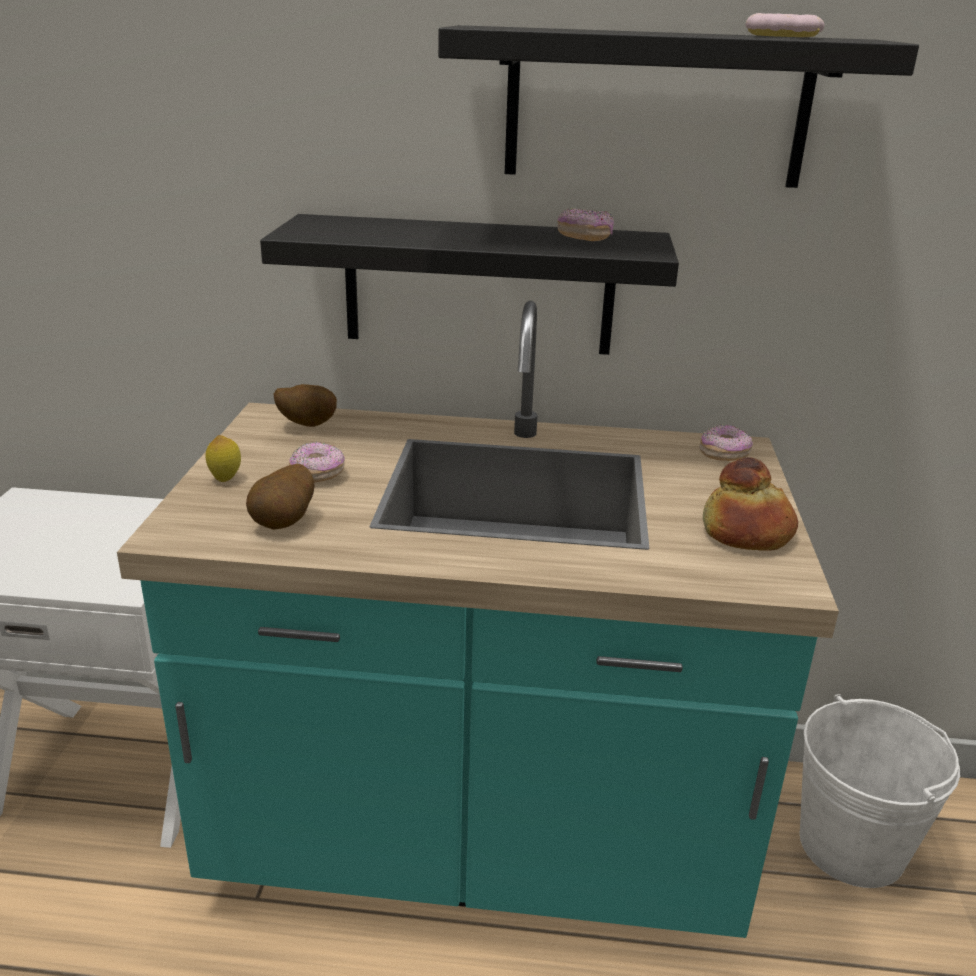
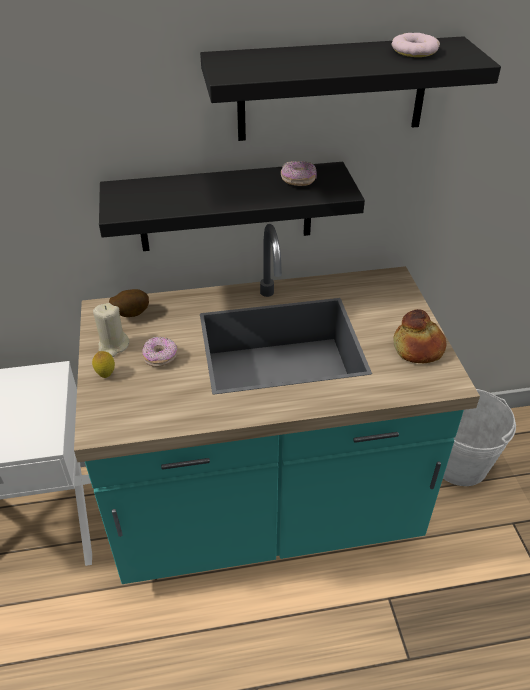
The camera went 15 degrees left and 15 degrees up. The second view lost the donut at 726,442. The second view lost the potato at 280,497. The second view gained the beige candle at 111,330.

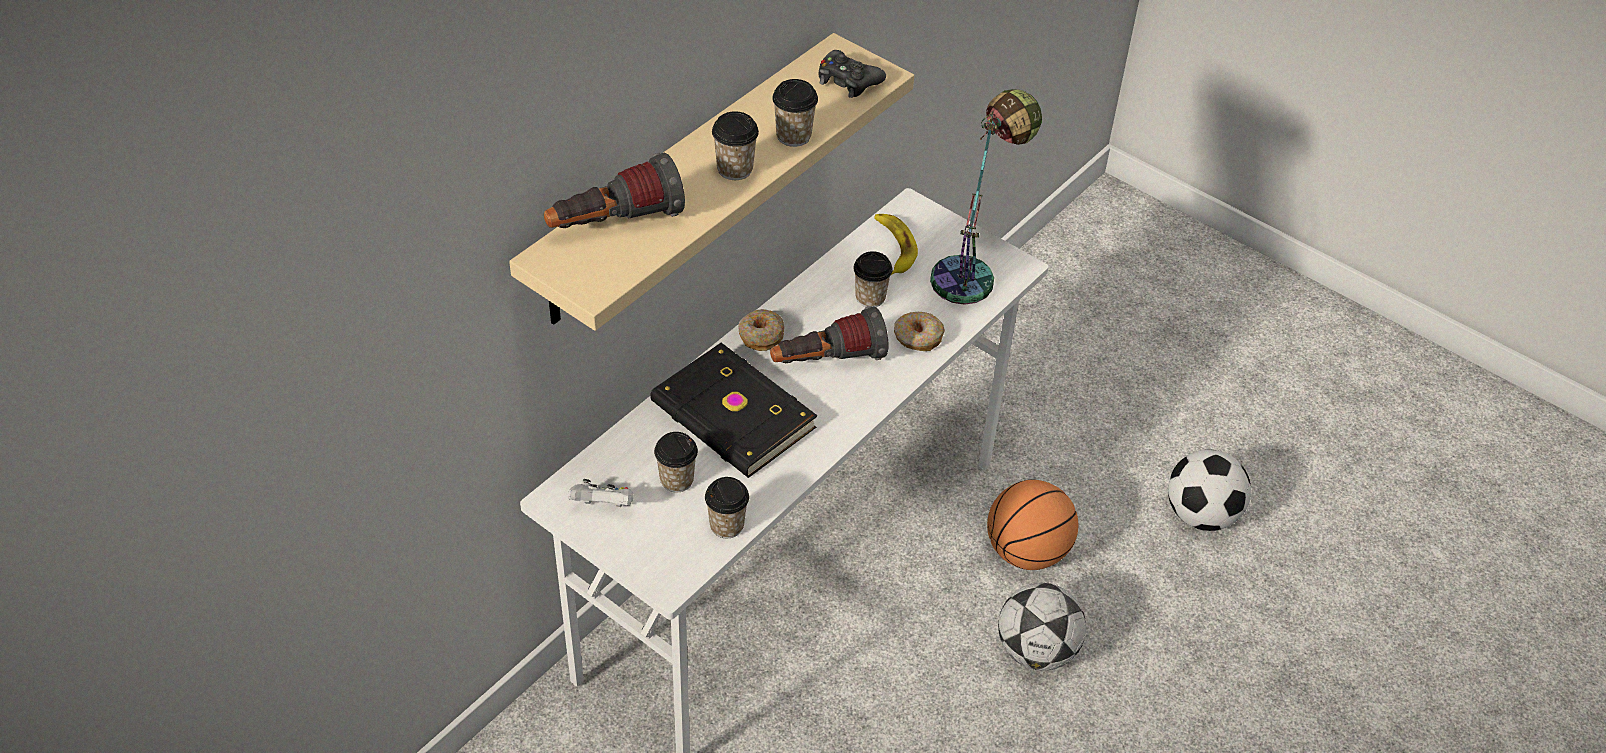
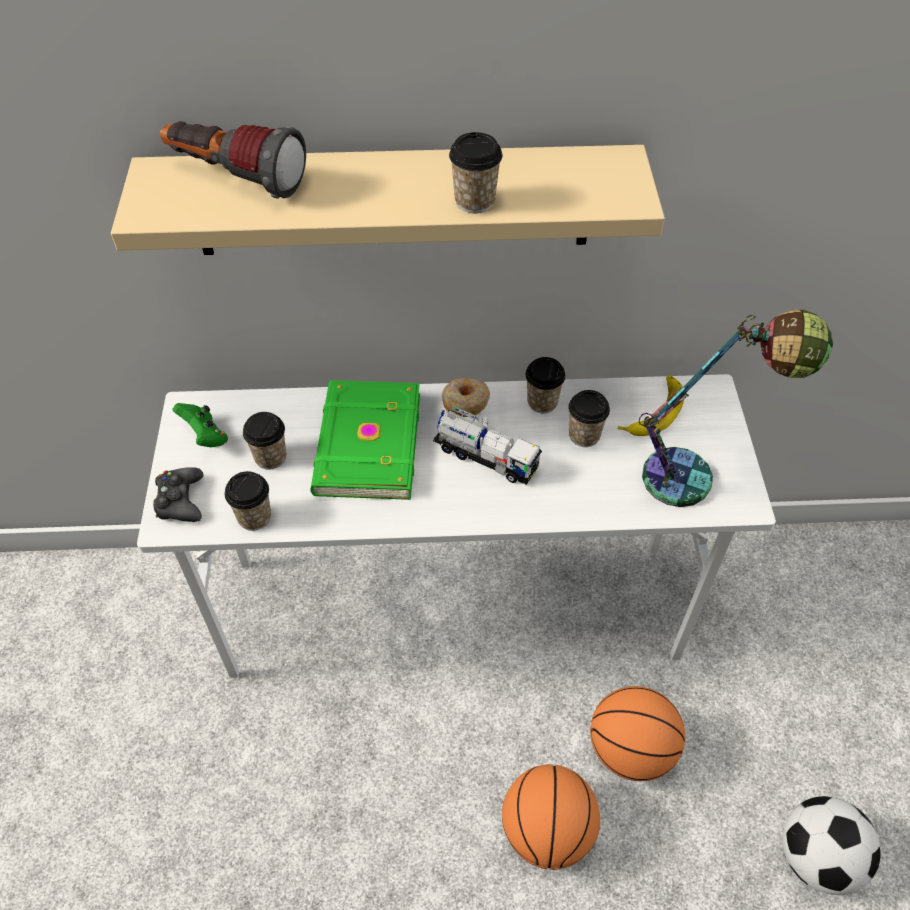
The camera went 50 degrees right and 5 degrees up. The black game controller ended up elsewhere, having gone from 852,74 to 178,494. The cup ended up elsewhere, having gone from 735,145 to 545,385. Where the flashlight stood at 829,334, the toy truck came to stand at 487,445. The second view lost the donut at 919,331. What was the black book at 733,410 turned into the green book at 365,440. What was the white game controller at 600,493 turned into the green game controller at 200,425. Where the football stood at 1042,627, the basketball came to stand at 551,817.

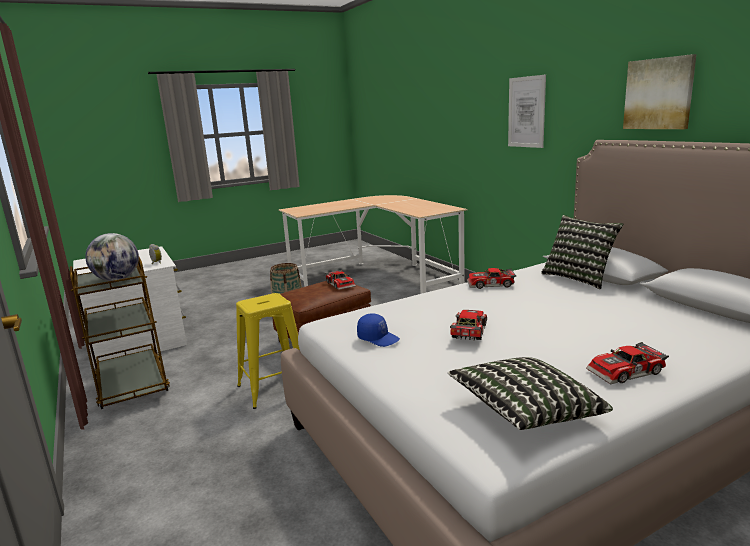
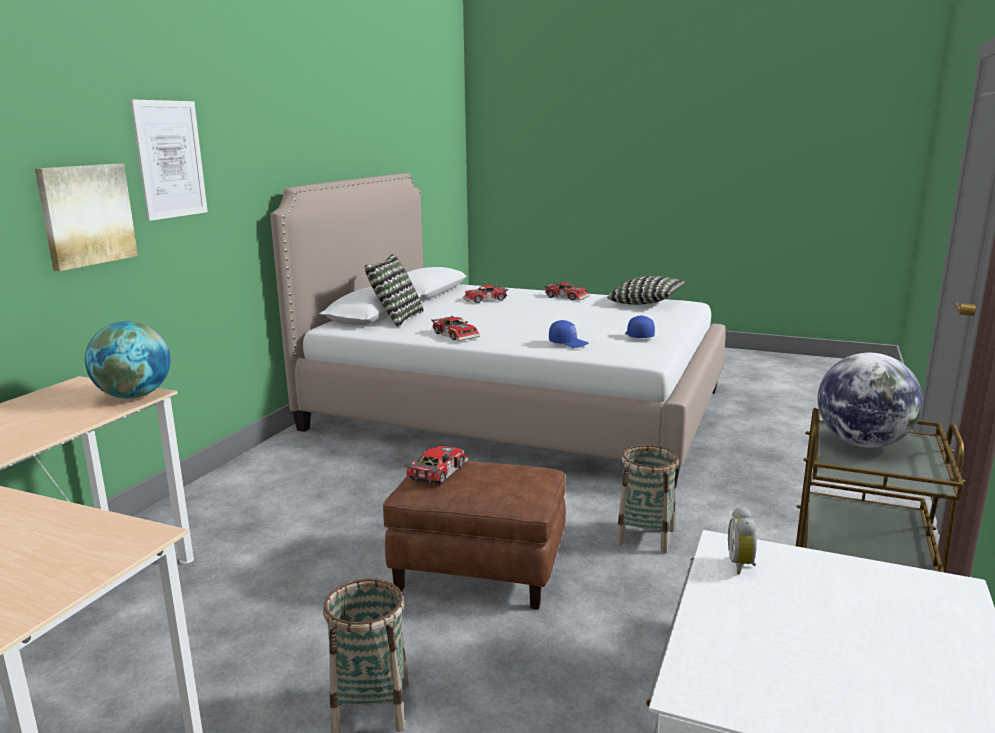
The camera went 130 degrees left and 0 degrees up. The picture ended up elsewhere, having gone from 659,91 to 86,217. Where the yellow stool stood at 268,351, the basket came to stand at 647,499. The toy car ended up elsewhere, having gone from 468,325 to 486,294. The second view gained the blue cap at 569,334. The second view gained the globe at 128,359.

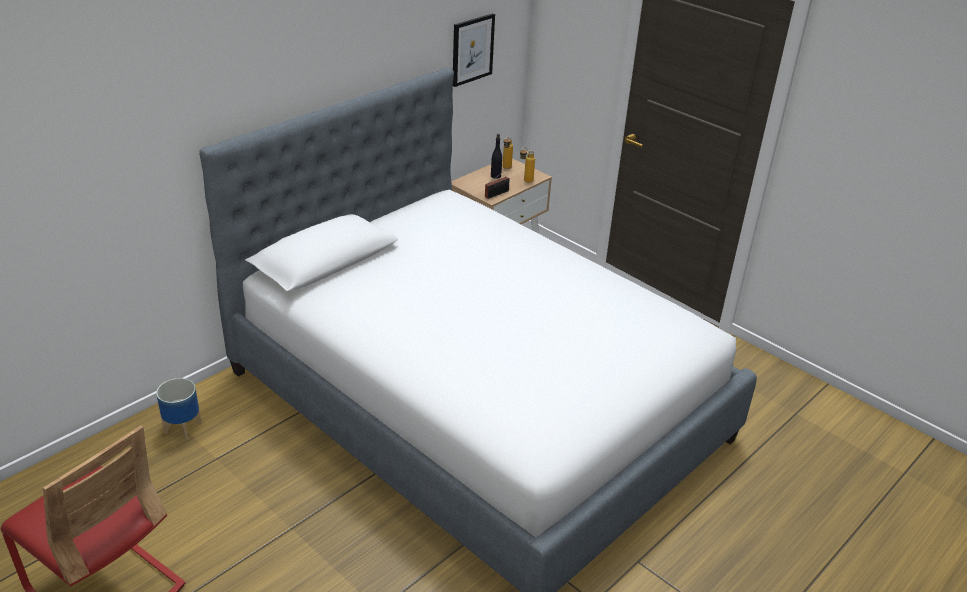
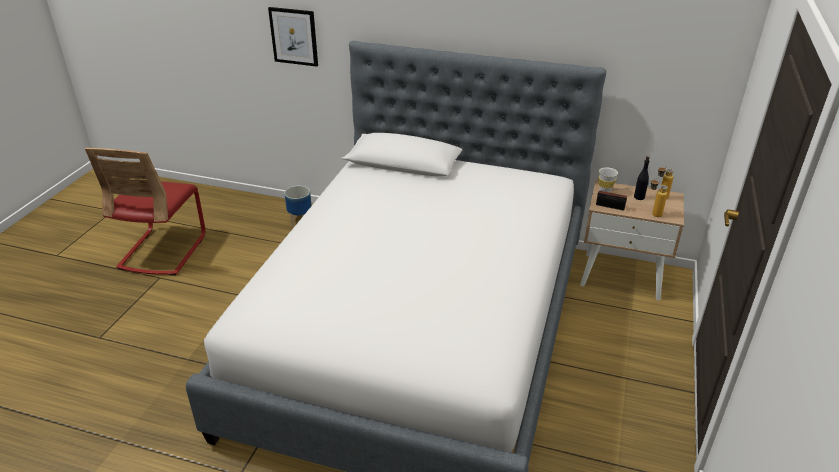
The camera went 65 degrees right and 0 degrees up. The picture ended up elsewhere, having gone from 474,50 to 293,37. The second view gained the white cup at 608,180.

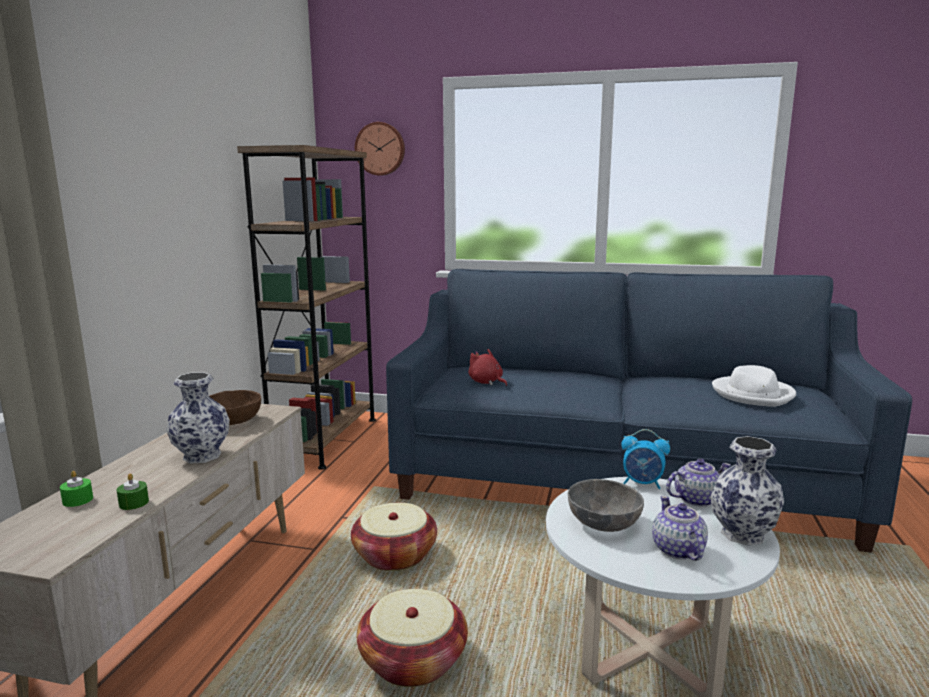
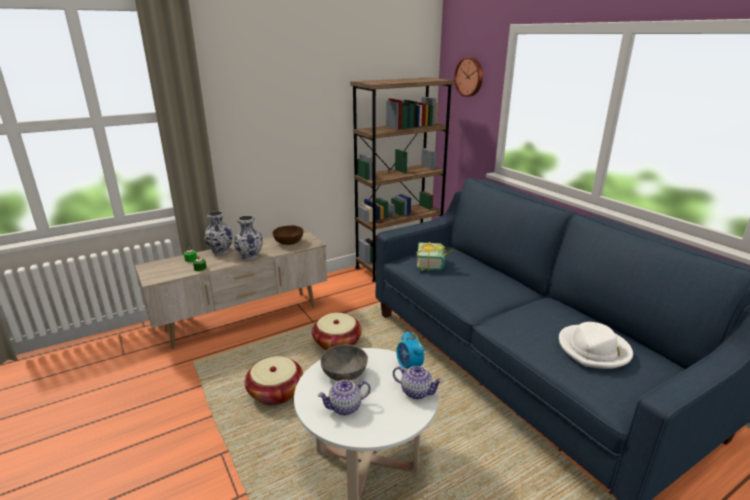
The camera went 45 degrees right and 10 degrees up. Where the red plush toy stood at 487,367, the book came to stand at 435,256. The vase ended up elsewhere, having gone from 747,491 to 218,233. The teapot at 680,528 ended up facing another way, 150 degrees counterclockwise from before.

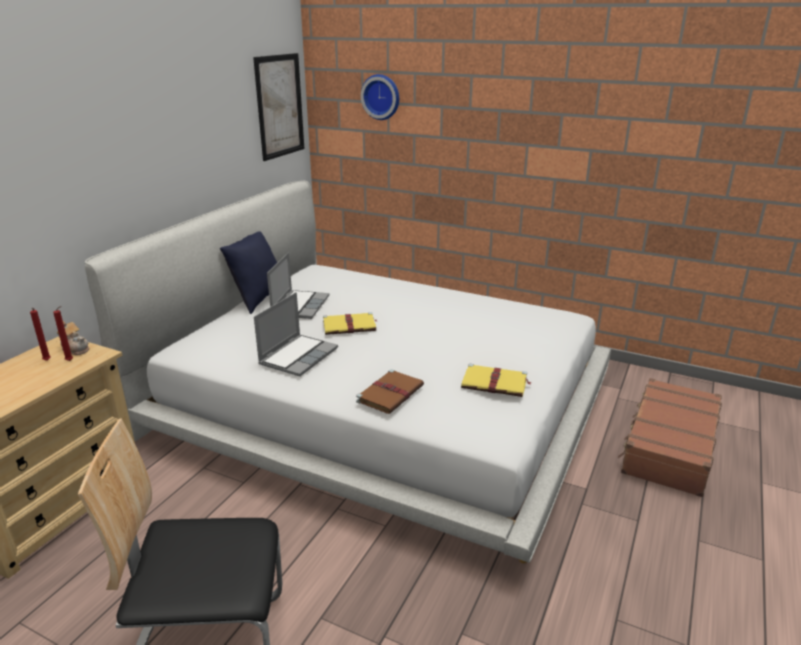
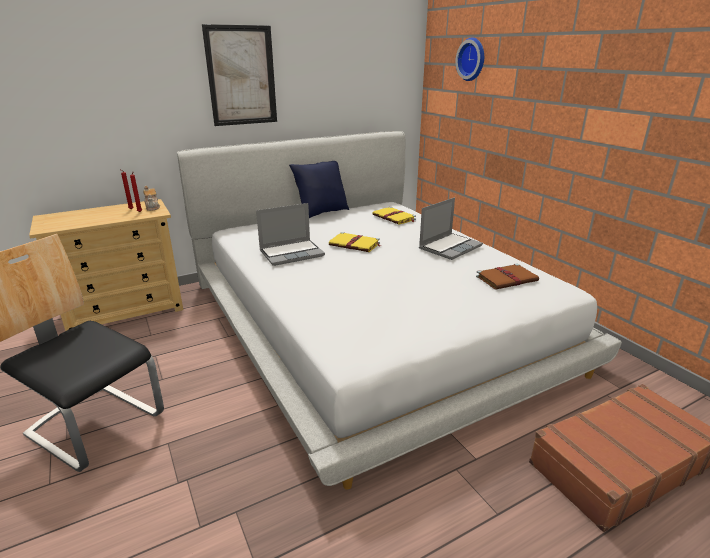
The camera went 35 degrees right and 0 degrees up. The picture ended up elsewhere, having gone from 278,107 to 239,75. The laptop ended up elsewhere, having gone from 298,286 to 451,228. The yellow book ended up elsewhere, having gone from 496,380 to 394,216. The brown book ended up elsewhere, having gone from 390,391 to 507,276.

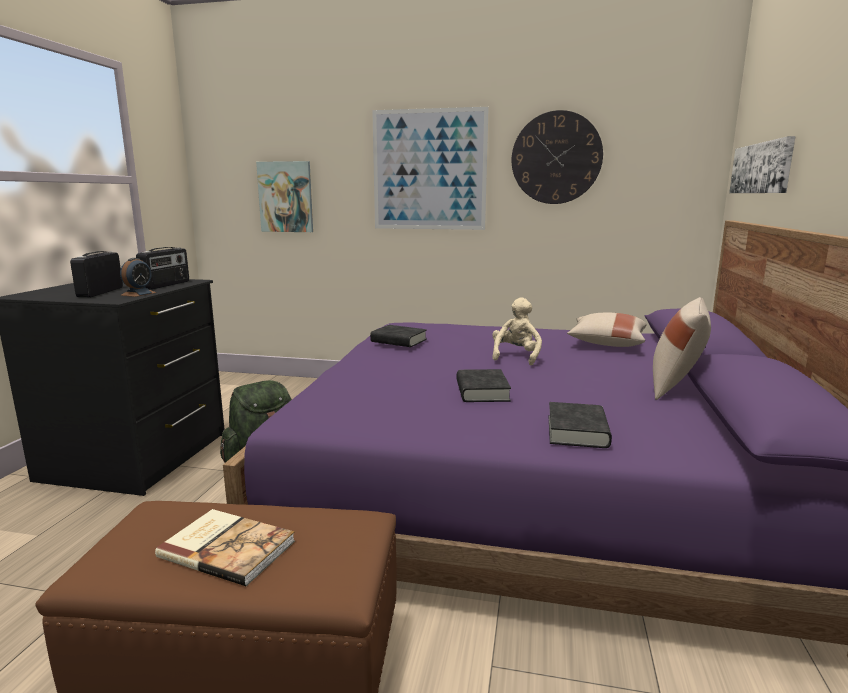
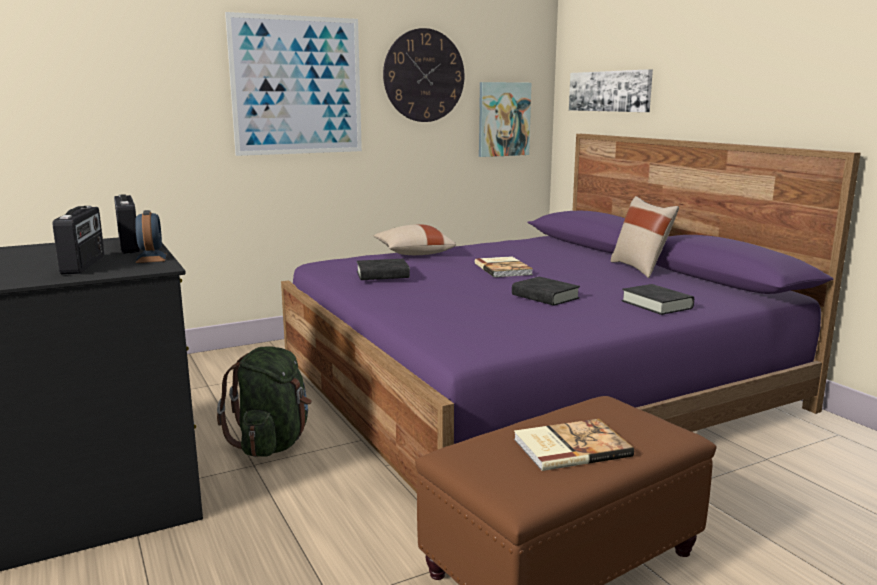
The camera went 40 degrees left and 0 degrees up. The picture ended up elsewhere, having gone from 284,196 to 505,119. The radio at 96,274 ended up facing another way, 150 degrees counterclockwise from before. Where the beige plush toy stood at 517,331, the book came to stand at 503,266. The beige pillow ended up elsewhere, having gone from 607,330 to 415,239.

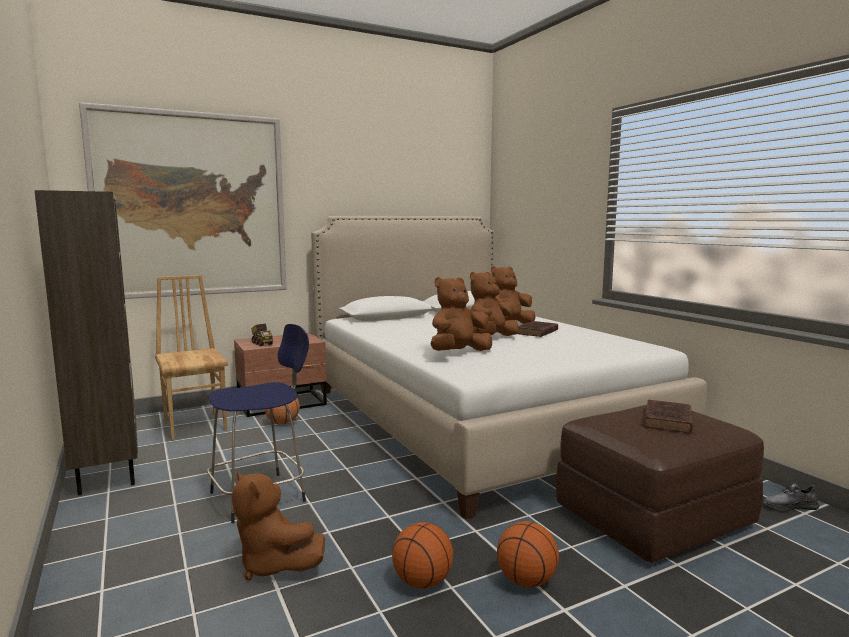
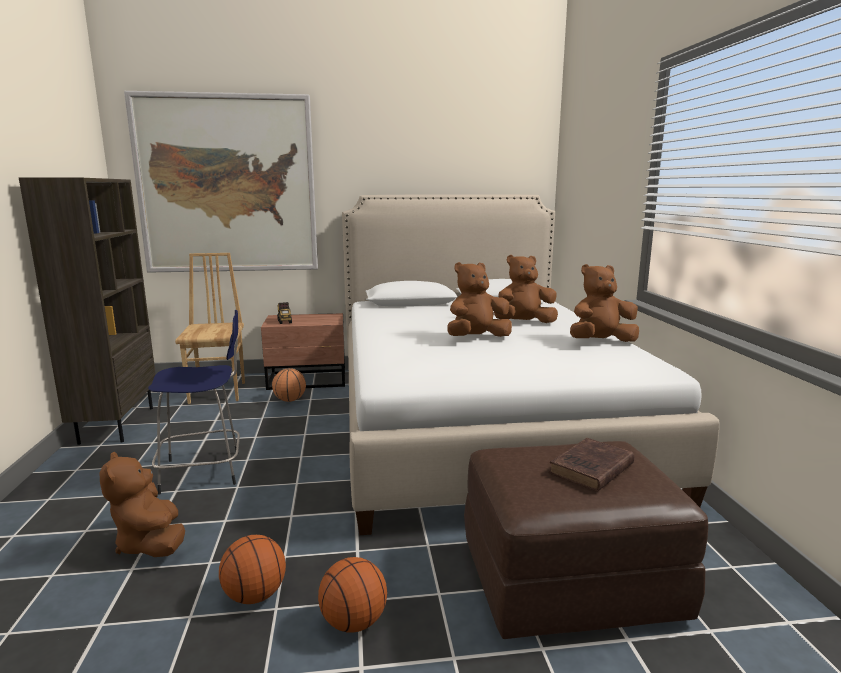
The camera went 20 degrees right and 5 degrees up. The brown plush toy ended up elsewhere, having gone from 461,314 to 604,303. The second view lost the brown book at 538,329. The second view lost the grey shoe at 791,497.

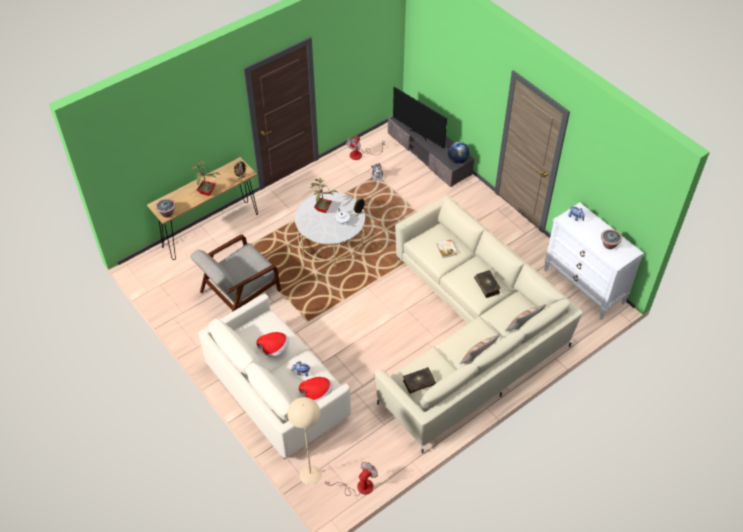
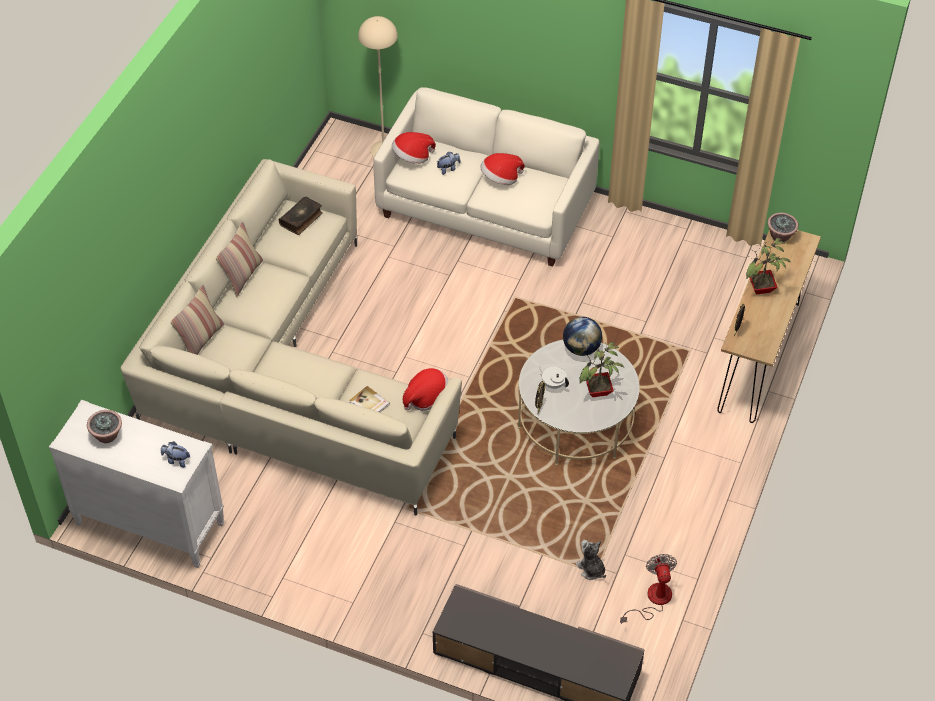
The camera went 150 degrees right and 0 degrees up. The second view lost the television at 420,118. The globe ended up elsewhere, having gone from 459,153 to 582,336. The second view lost the grey armchair at 235,273. The second view lost the book at 487,284. The second view lost the fan at 351,479. The second view gained the hat at 425,389.

